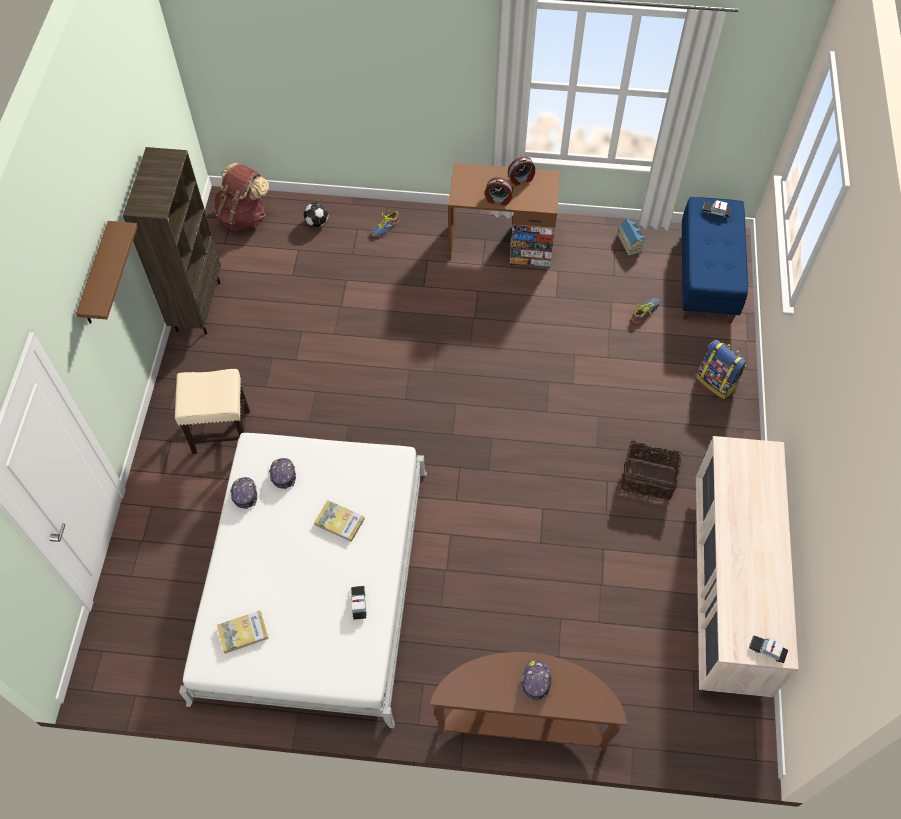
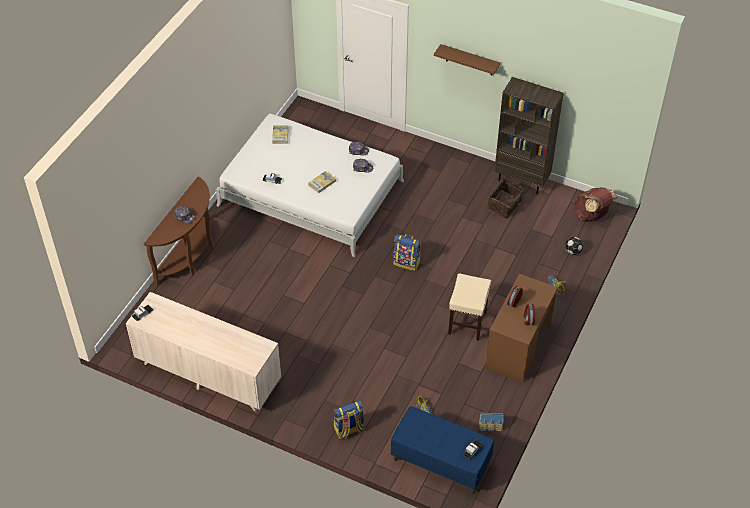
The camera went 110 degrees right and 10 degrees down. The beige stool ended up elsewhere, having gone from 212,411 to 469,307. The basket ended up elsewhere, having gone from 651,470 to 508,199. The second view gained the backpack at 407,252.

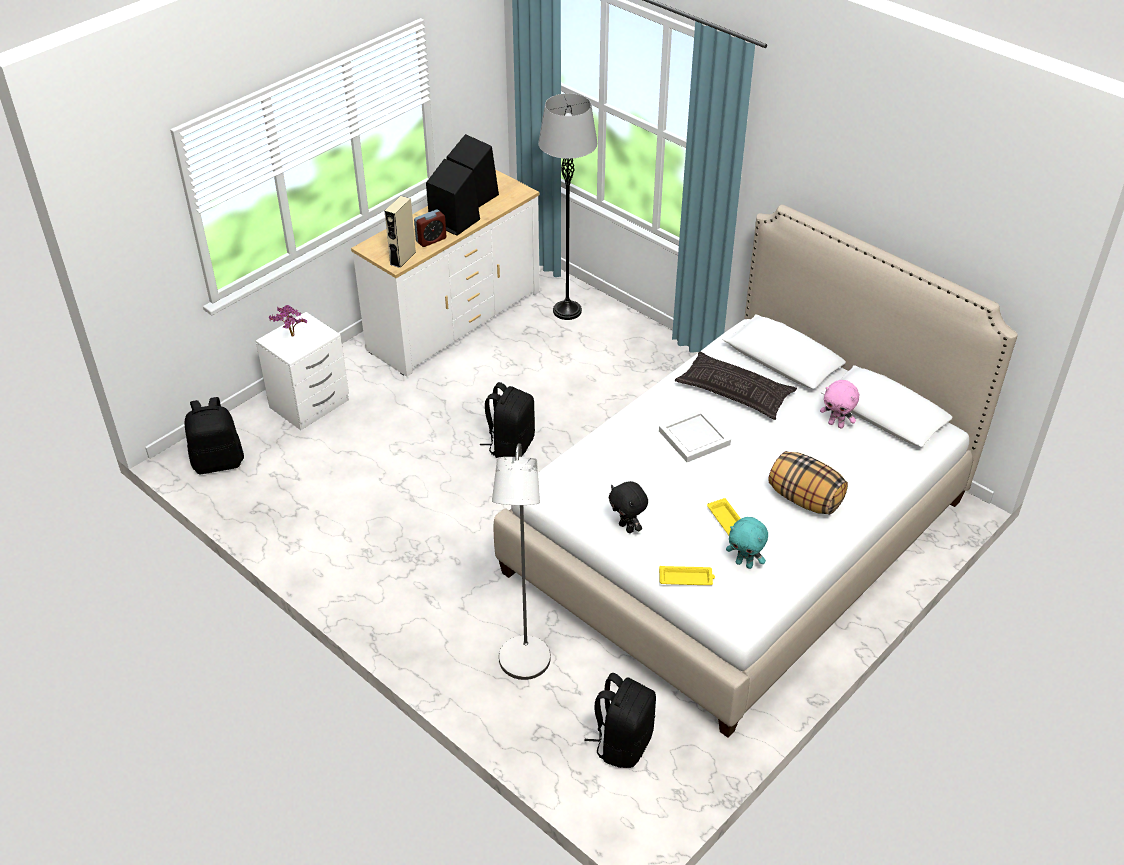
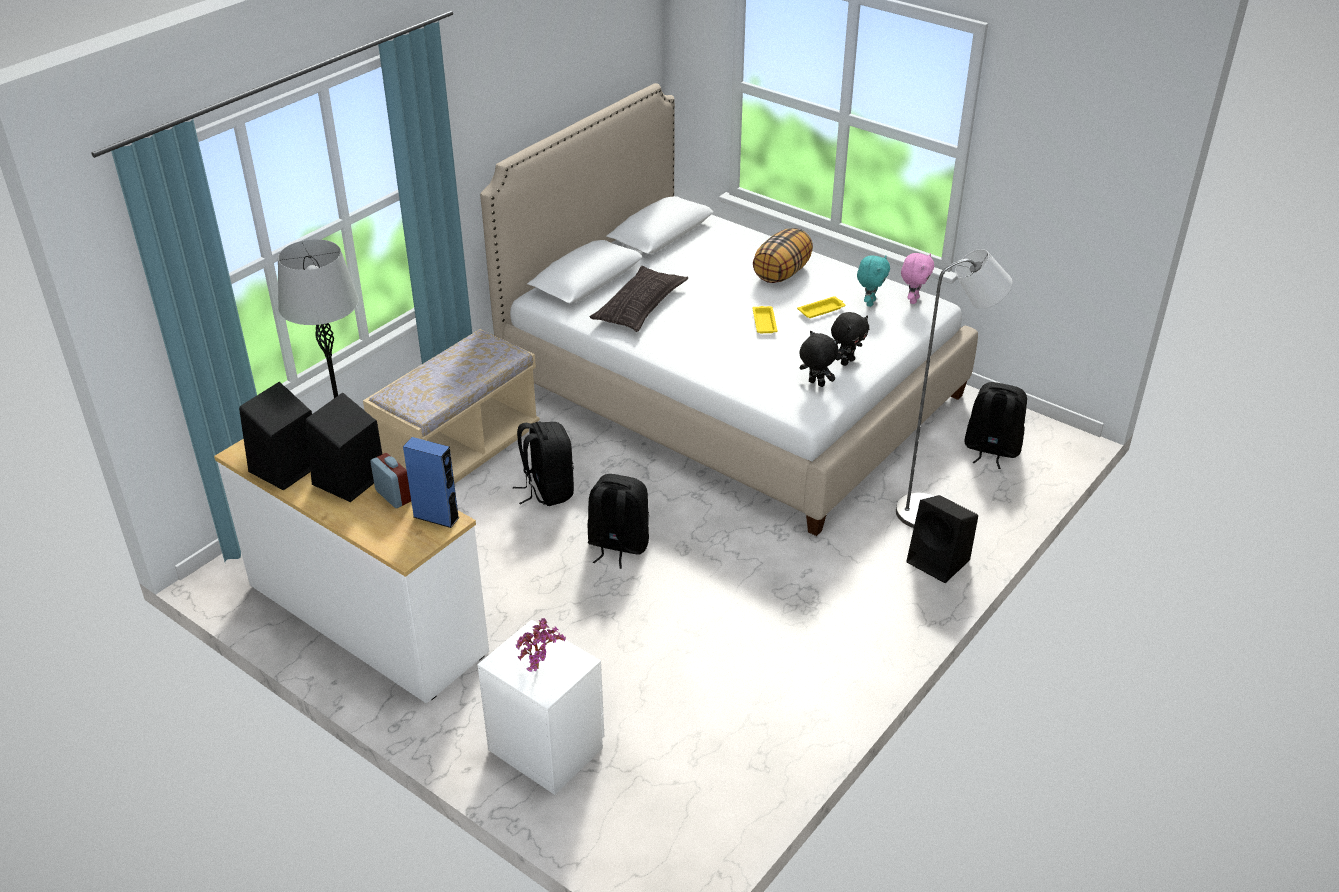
The camera went 95 degrees left and 5 degrees down. What was the beige speaker at 400,232 turned into the blue speaker at 431,482. The pink plush toy ended up elsewhere, having gone from 839,404 to 917,278. The black backpack ended up elsewhere, having gone from 214,435 to 543,464. The second view lost the white tray at 695,435. The yellow tray ended up elsewhere, having gone from 687,575 to 765,319. The second view gained the beige bench at 451,406. The second view gained the black plush toy at 818,359. The second view gained the black speaker at 942,539.

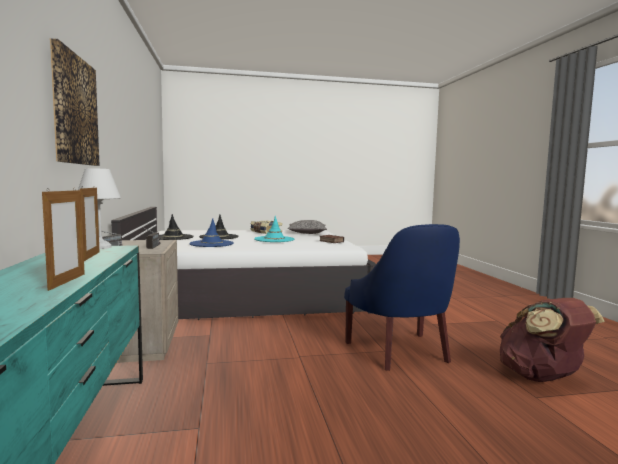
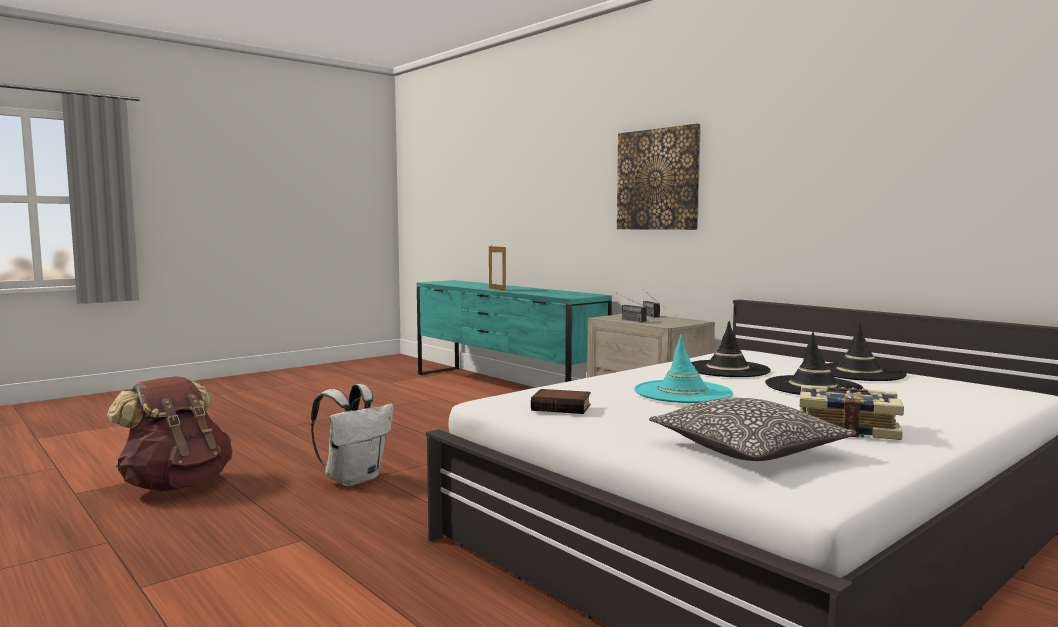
The camera went 150 degrees right and 0 degrees up. The second view lost the white table lamp at 99,208. The second view lost the picture frame at 90,223. What was the blue hat at 211,232 turned into the black hat at 731,349. Where the blue armchair stood at 402,297, the white backpack came to stand at 352,435.

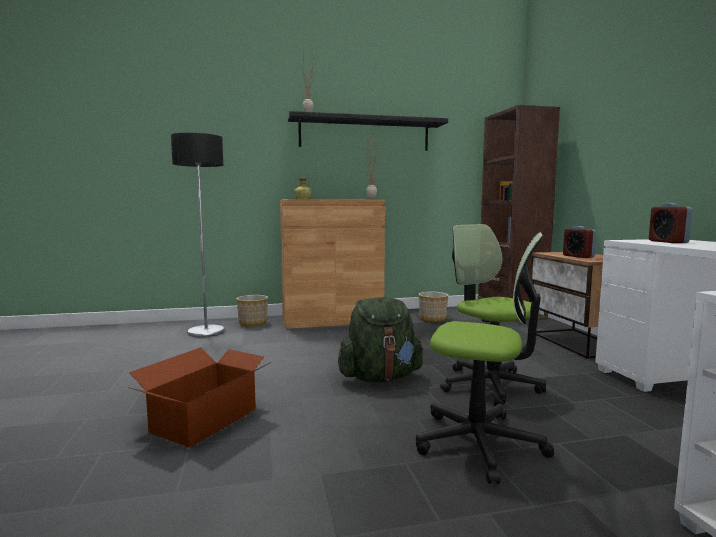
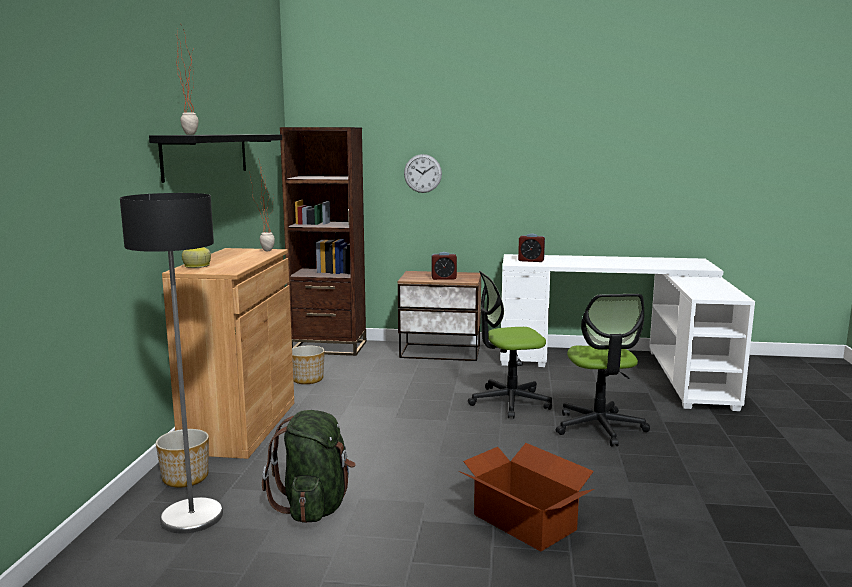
The camera went 70 degrees left and 5 degrees up. The office chair at 485,358 ended up facing another way, 135 degrees clockwise from before. The green backpack ended up elsewhere, having gone from 380,340 to 309,466. The second view gained the wall clock at 423,173.

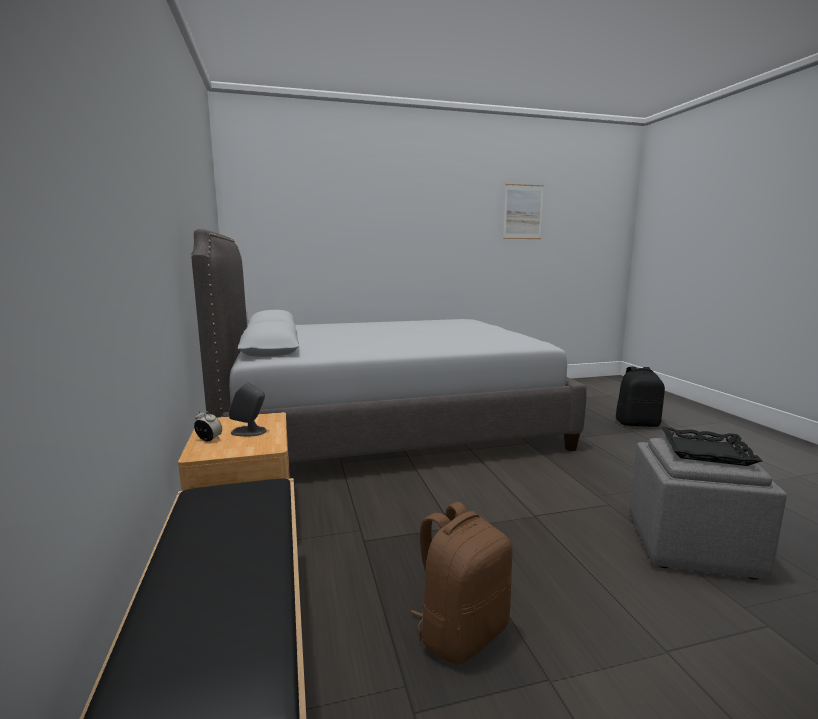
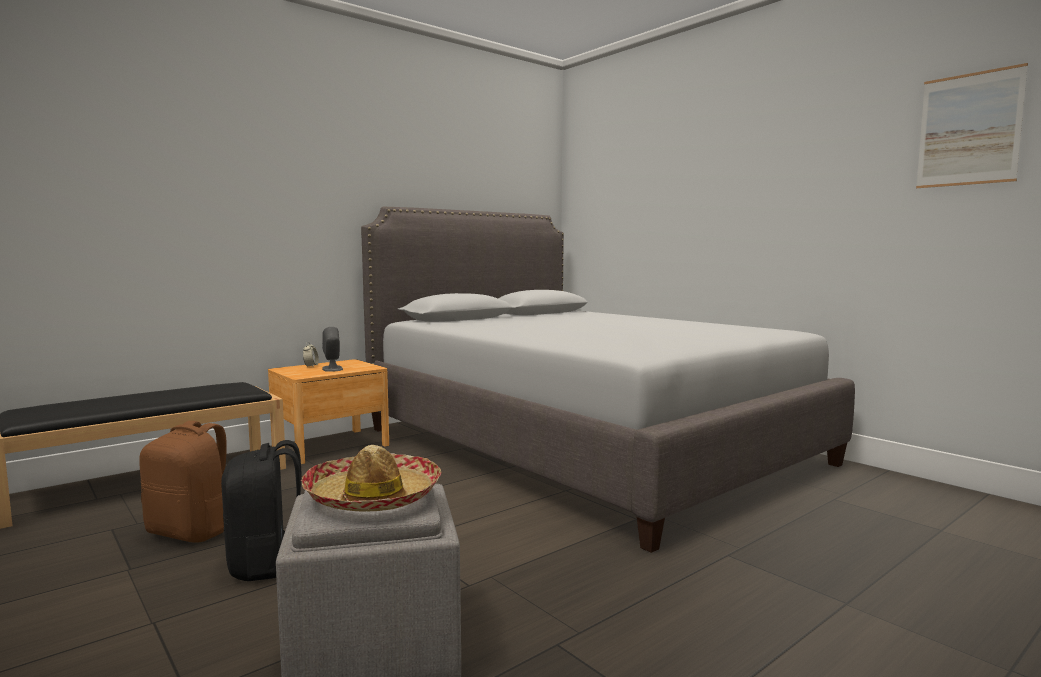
The camera went 65 degrees right and 5 degrees down. The black backpack ended up elsewhere, having gone from 640,397 to 261,510. Where the black tray stood at 711,446, the hat came to stand at 371,478.

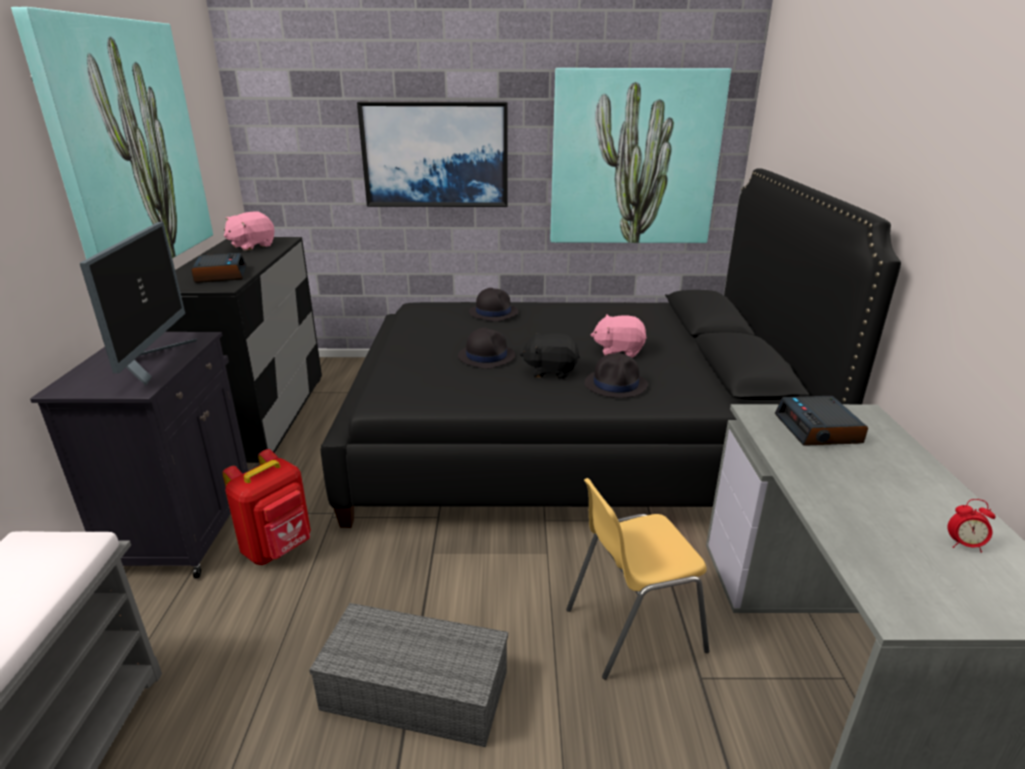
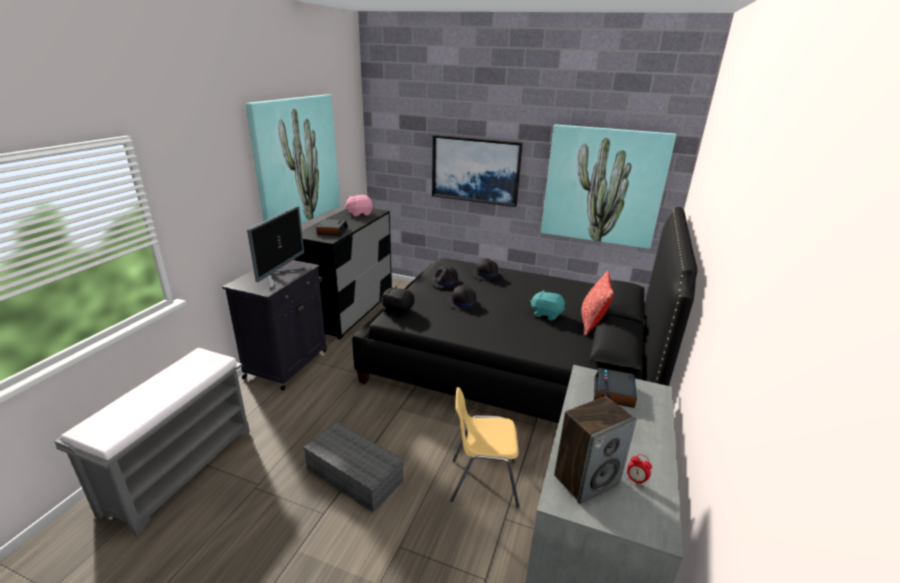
The camera went 20 degrees right and 0 degrees up. What was the pink plush toy at 619,336 turned into the turquoise plush toy at 547,305. The black plush toy ended up elsewhere, having gone from 550,355 to 397,301. The black hat ended up elsewhere, having gone from 616,375 to 446,277. The second view lost the red backpack at 266,507. The second view gained the pillow at 597,303. The second view gained the speaker at 595,450.

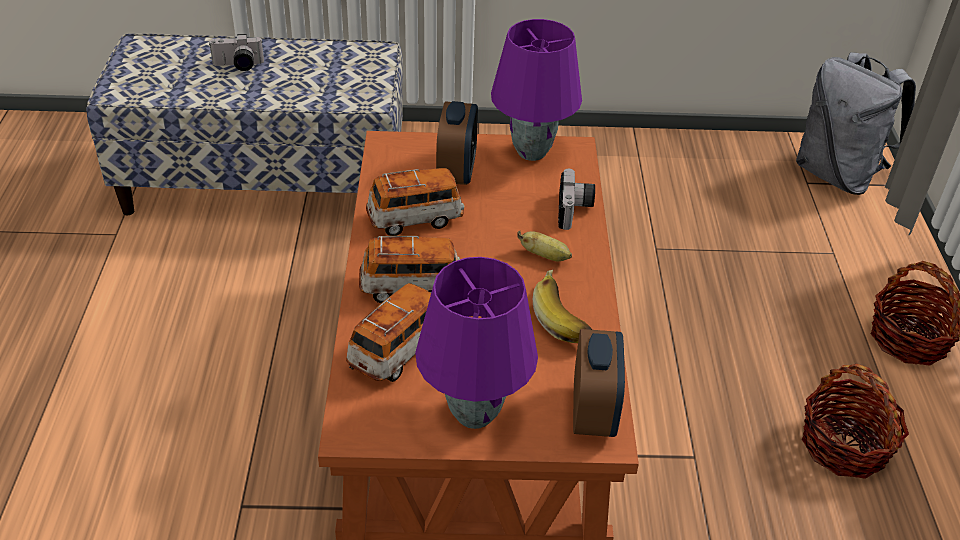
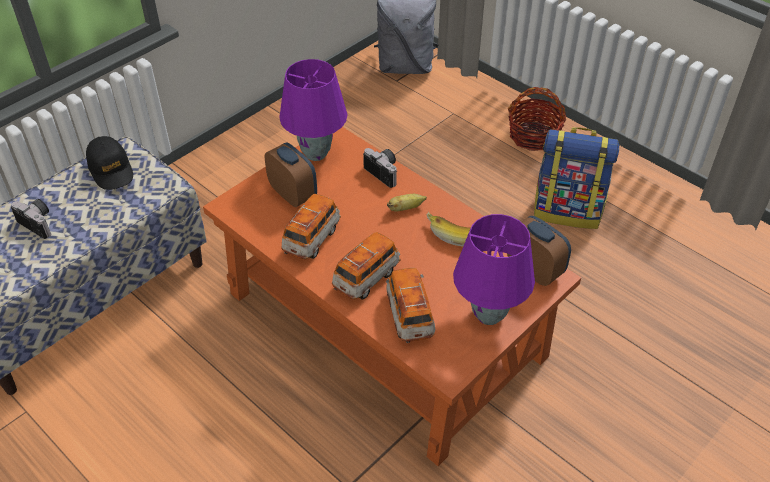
The camera went 45 degrees left and 5 degrees up. The photo camera at 236,52 ended up facing another way, 90 degrees counterclockwise from before. Where the basket stood at 855,421, the backpack came to stand at 576,178. The second view gained the black cap at 109,163.

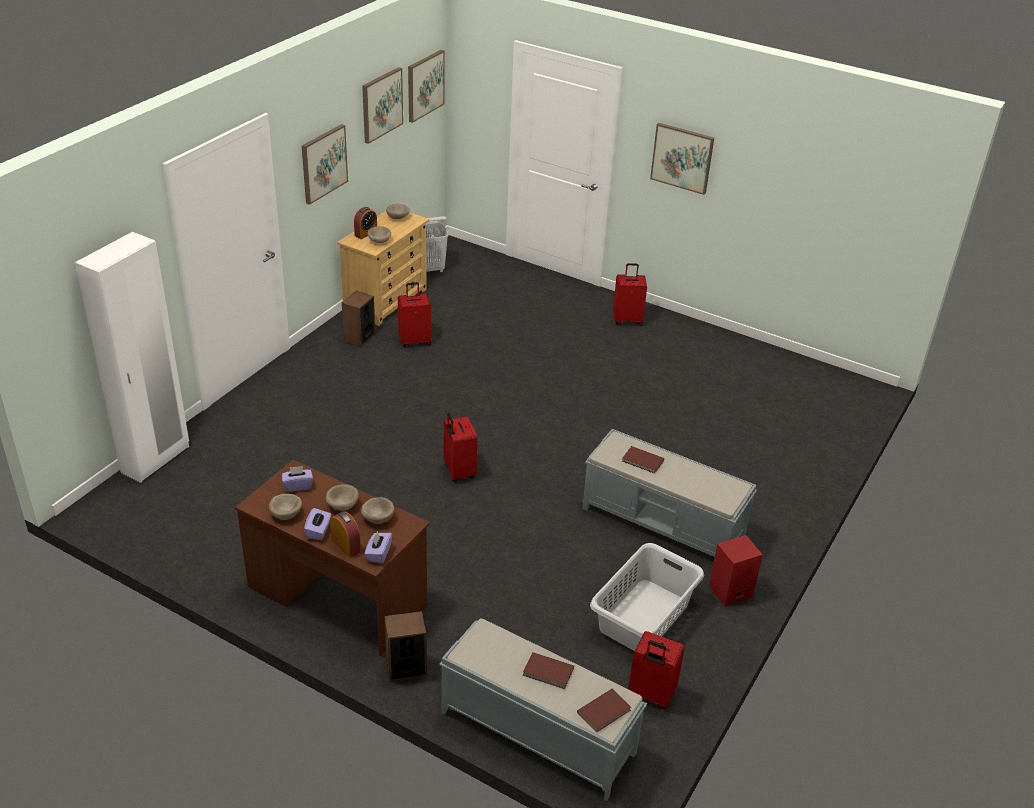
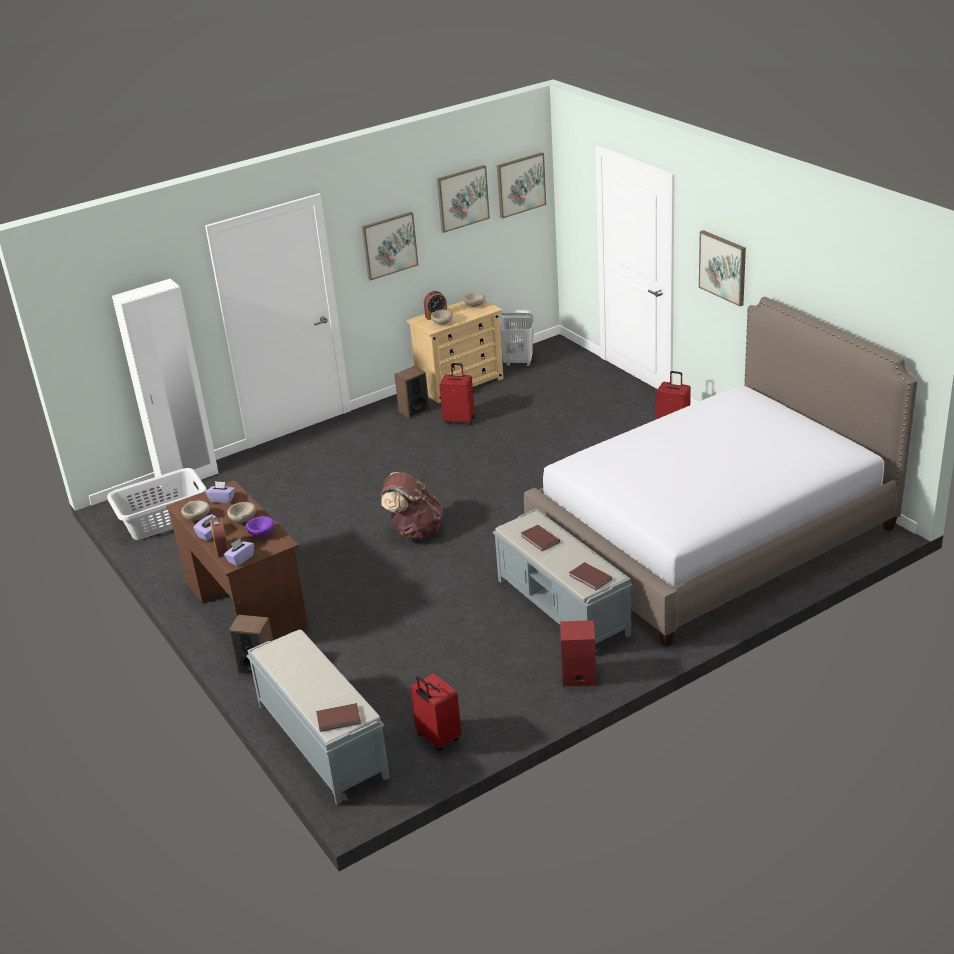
The camera went 30 degrees right and 5 degrees down. Where the red suitcase stood at 460,447, the brown backpack came to stand at 412,505. What was the beige bowl at 377,510 turned into the purple bowl at 260,526. The grey laundry basket ended up elsewhere, having gone from 647,597 to 157,504. The brown book ended up elsewhere, having gone from 548,670 to 590,576. The second view gained the bed at 721,472.

